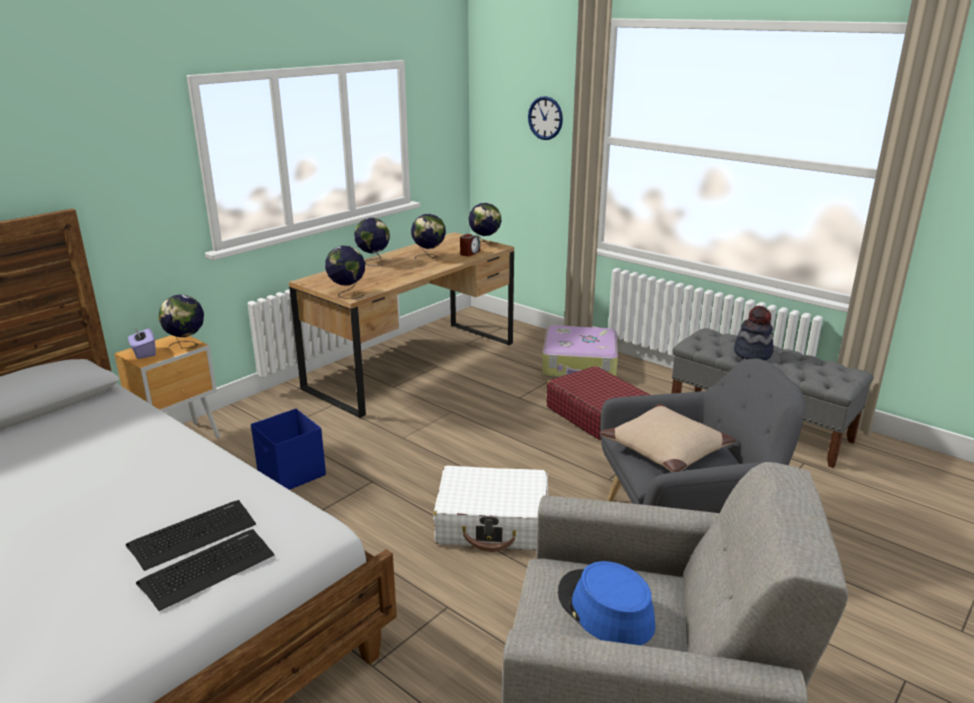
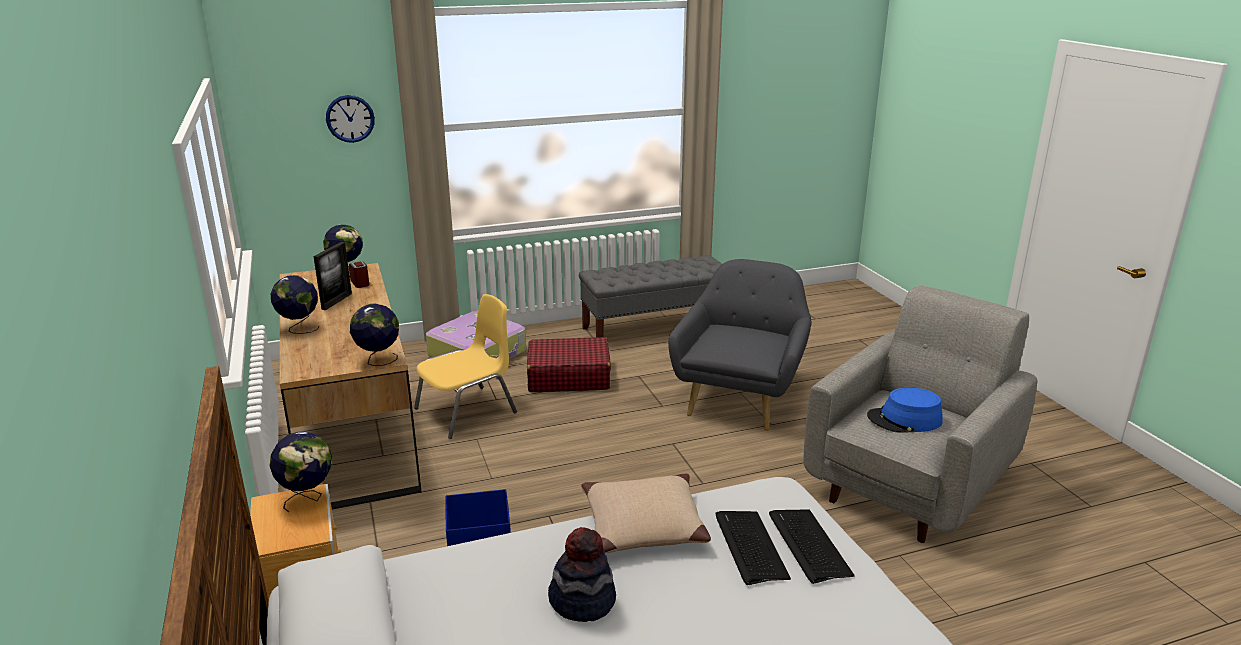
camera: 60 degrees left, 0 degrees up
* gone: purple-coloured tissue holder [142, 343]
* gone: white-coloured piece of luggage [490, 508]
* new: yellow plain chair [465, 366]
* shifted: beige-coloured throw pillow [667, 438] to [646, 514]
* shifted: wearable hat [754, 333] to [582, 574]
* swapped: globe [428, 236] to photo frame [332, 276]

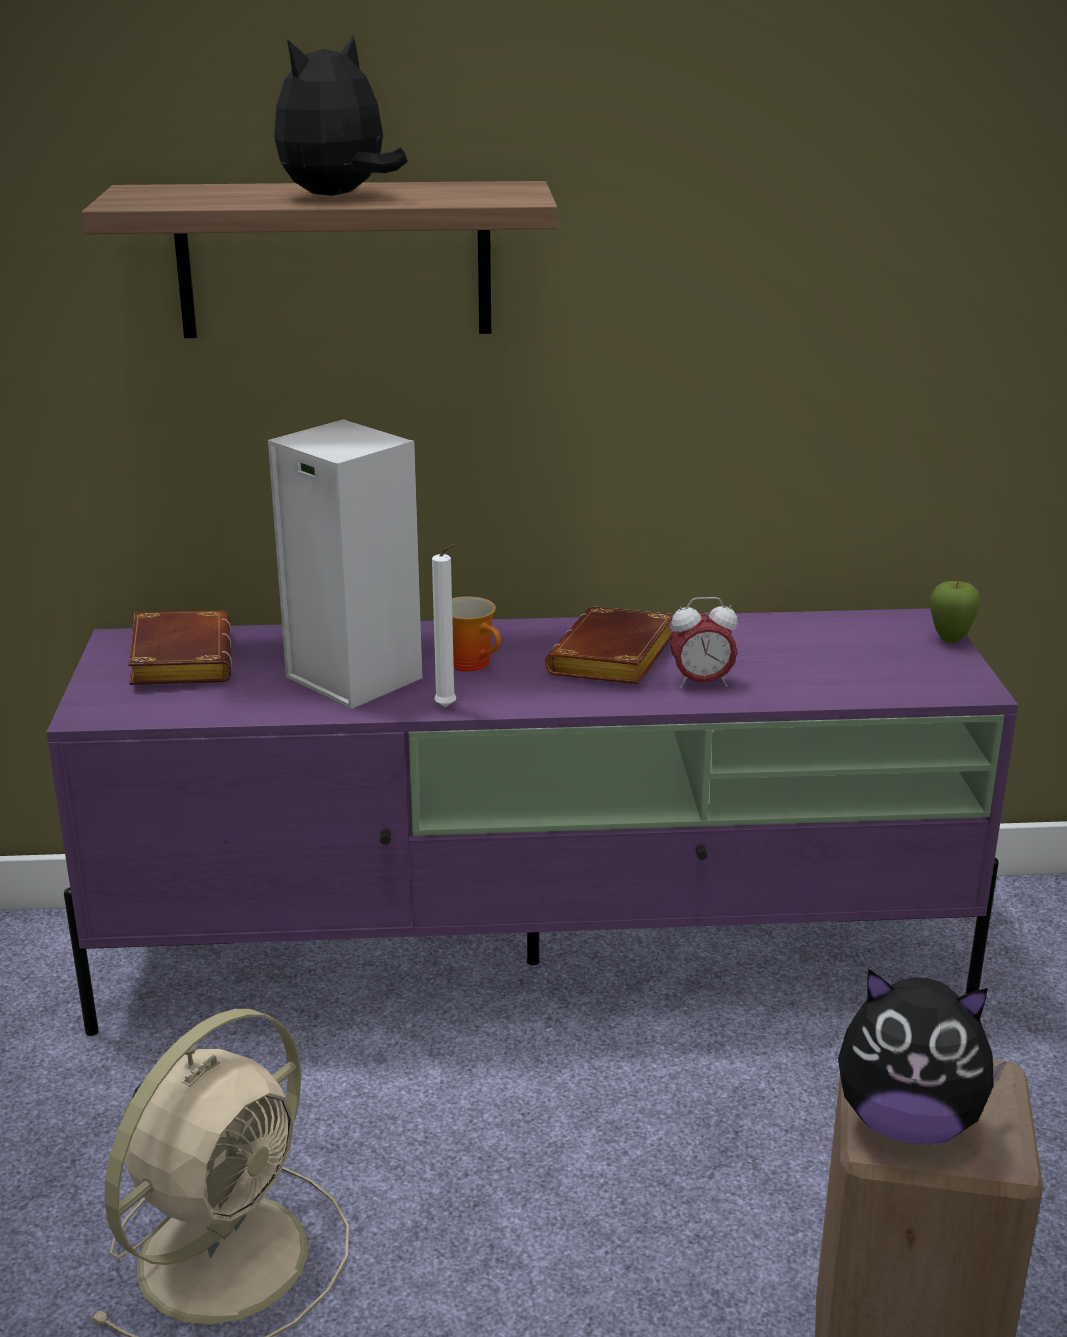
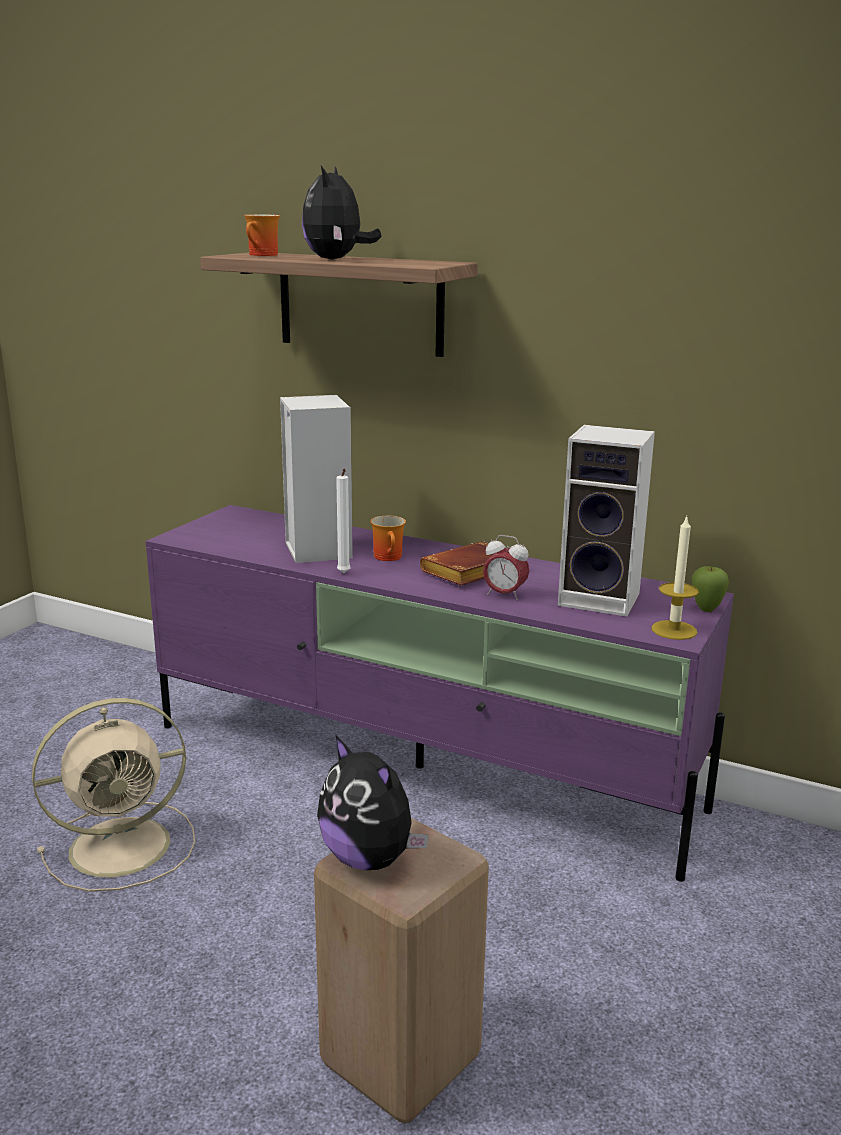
camera: 30 degrees right, 5 degrees down
* gone: brown-coloured book [180, 648]
* new: tea mug [262, 235]
* new: audio speaker [606, 521]
* new: candle [675, 578]
* rotated: cuddly toy [341, 115] = [342, 213] 60 degrees counterclockwise

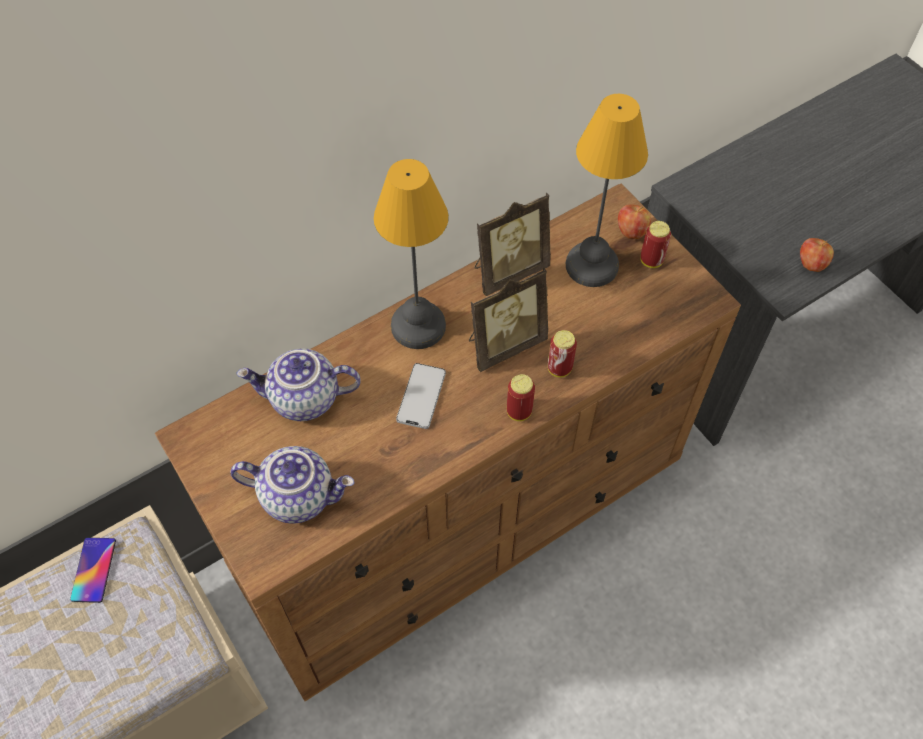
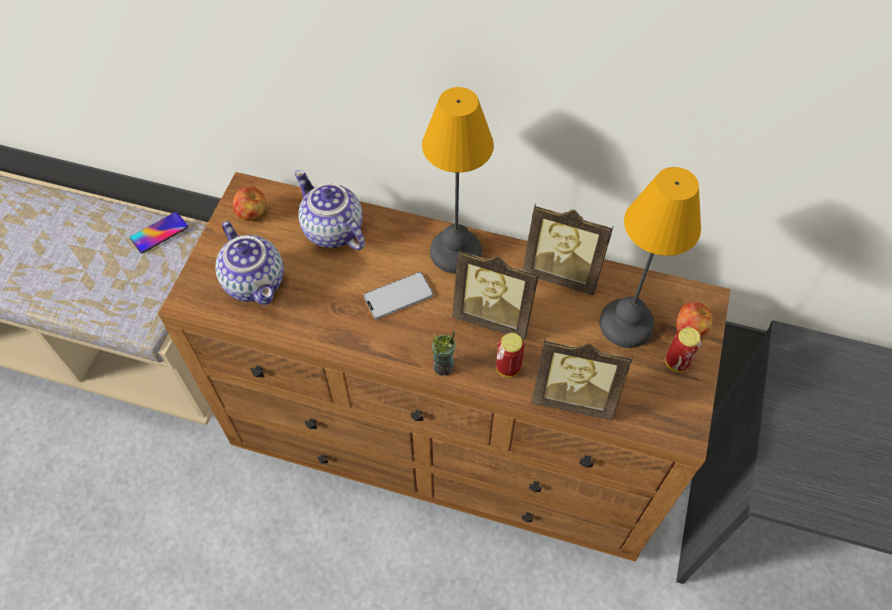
camera: 50 degrees right, 0 degrees up
* new: photo frame [582, 379]
* shifted: apple [817, 255] to [249, 204]
* swapped: can [521, 397] to drinking cup [444, 353]

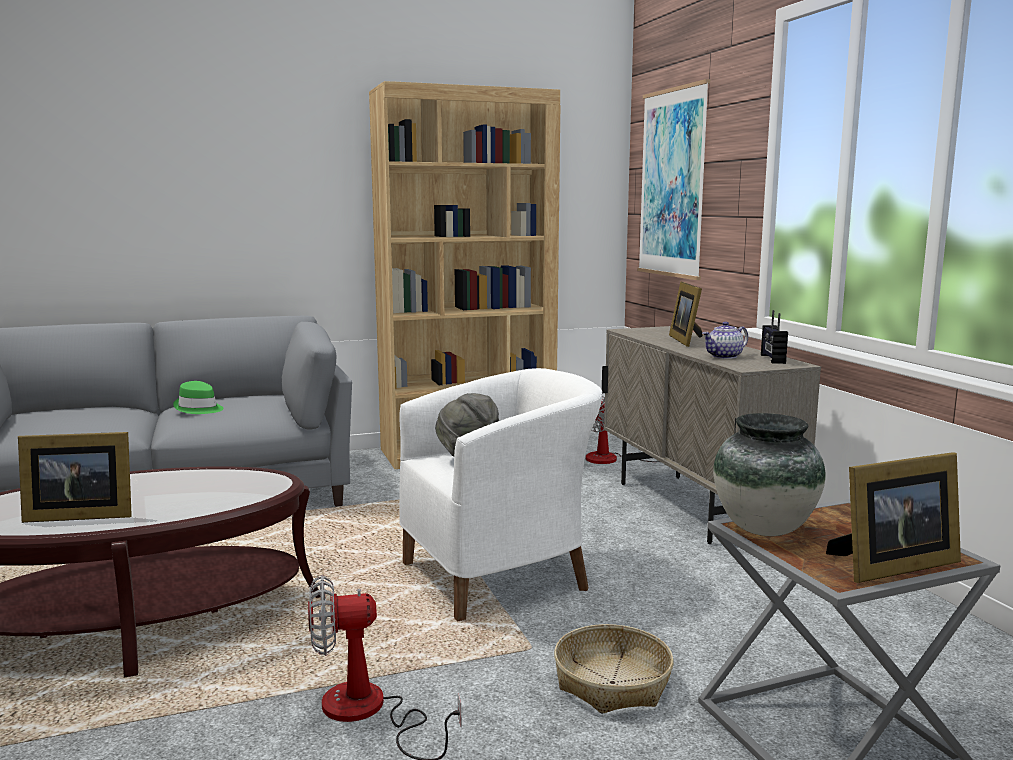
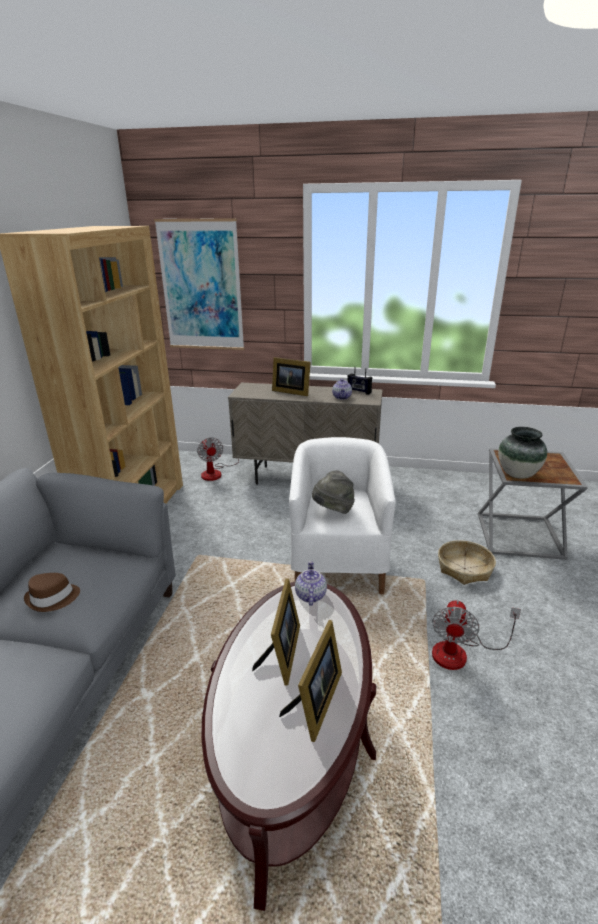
camera: 60 degrees left, 15 degrees up
* new: teapot [311, 583]
* shifted: photo frame [893, 517] to [276, 631]
* repainted: greenish wearable hat [198, 397] to brown-coloured wearable hat [52, 592]

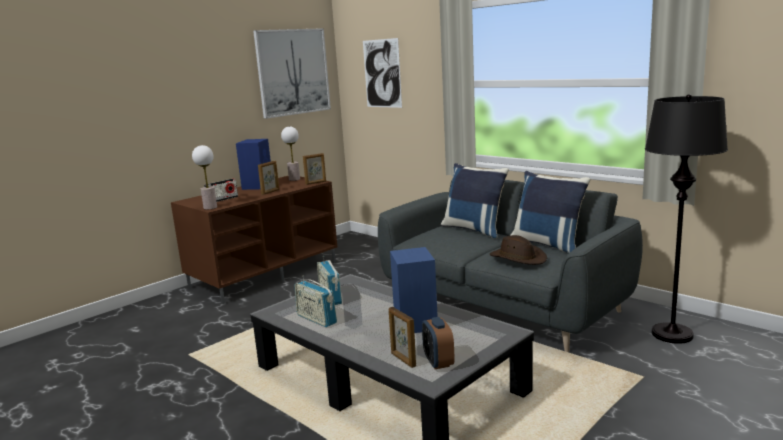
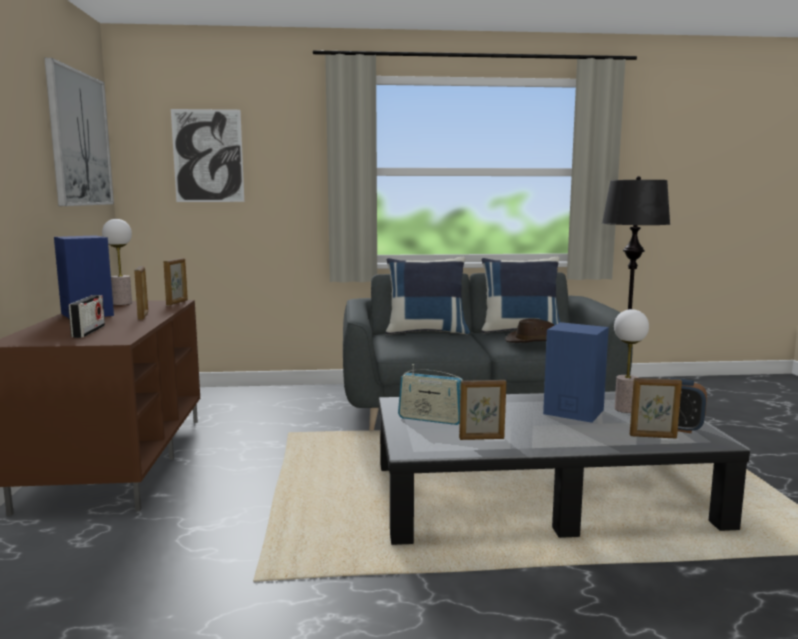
camera: 50 degrees left, 5 degrees down
* shifted: tabletop lamp [204, 177] to [631, 361]
* swapped: radio receiver [316, 301] to photo frame [482, 410]

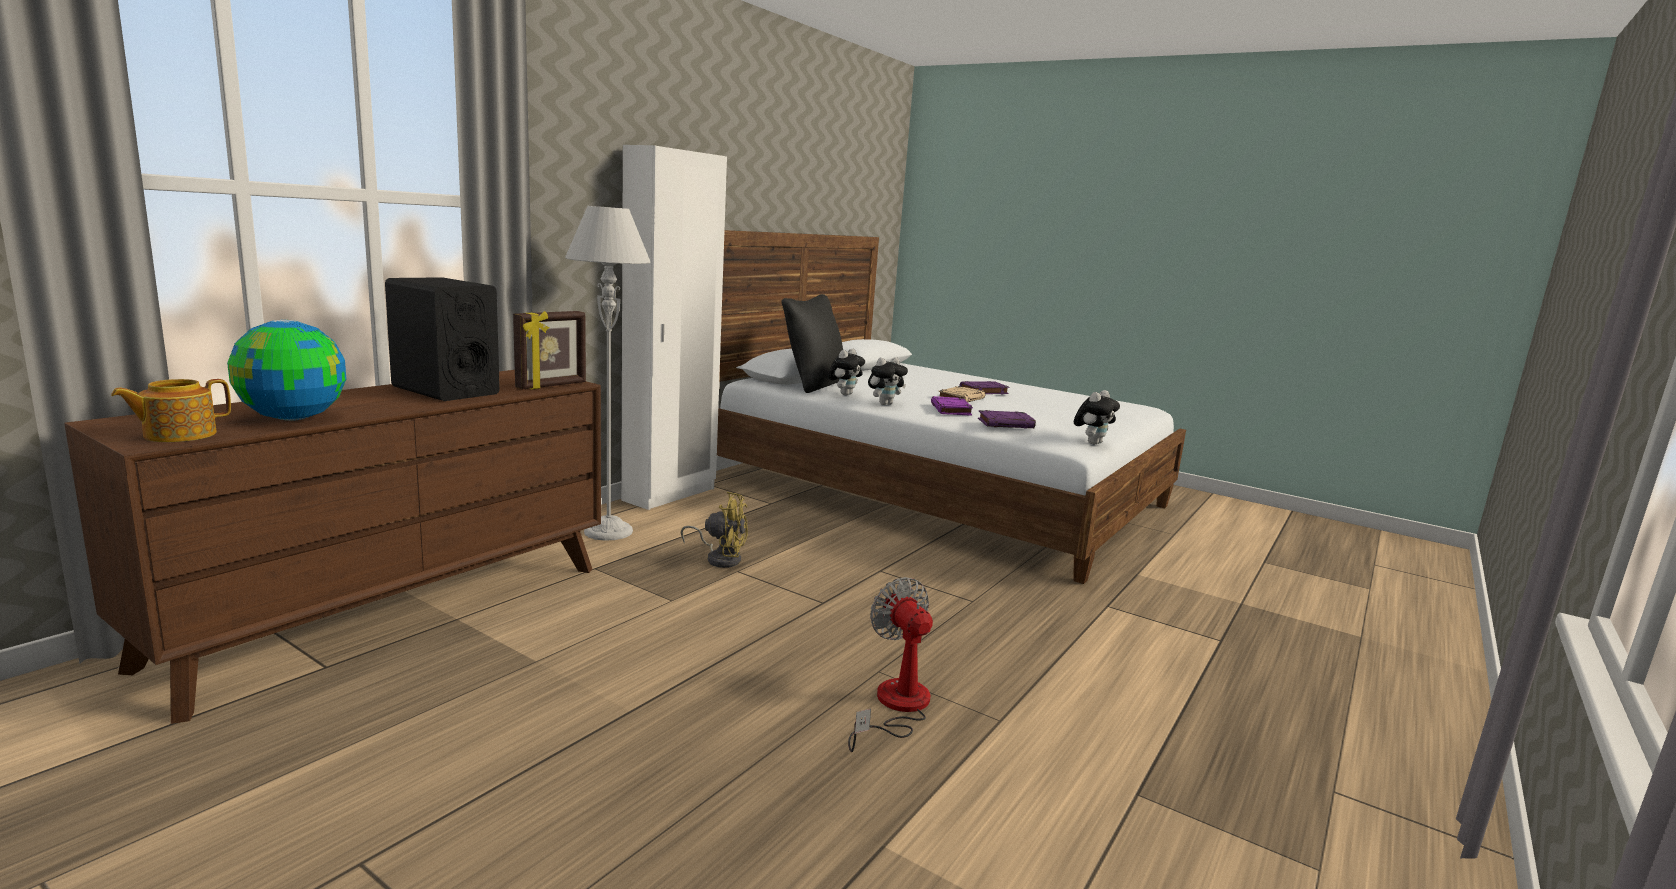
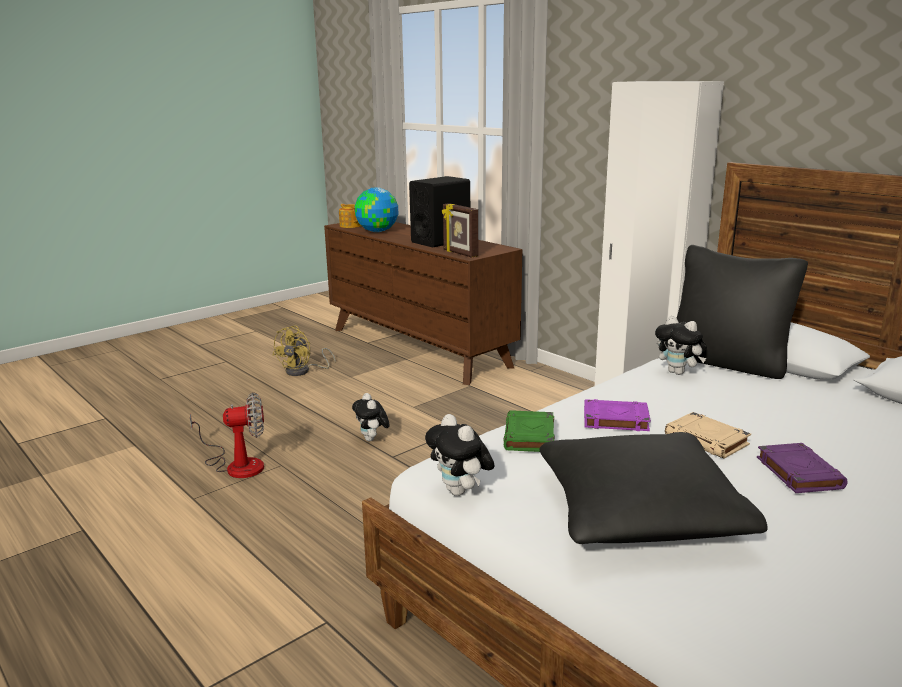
camera: 105 degrees right, 5 degrees up
* gone: grey standard lamp [608, 373]
* new: blackish throw pillow [654, 488]
* shifted: yellow electric fan [714, 530] to [304, 351]
* shifted: cuddly toy [888, 381] to [371, 417]
* repainted: purple-coloured book [1007, 419] to greenish book [529, 431]

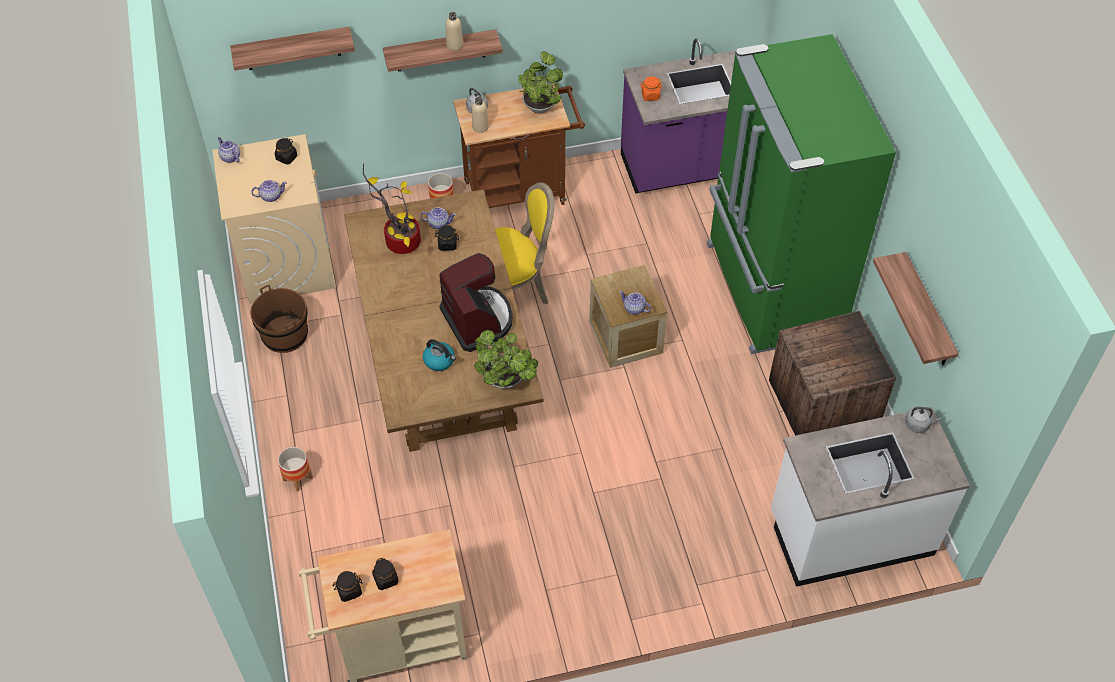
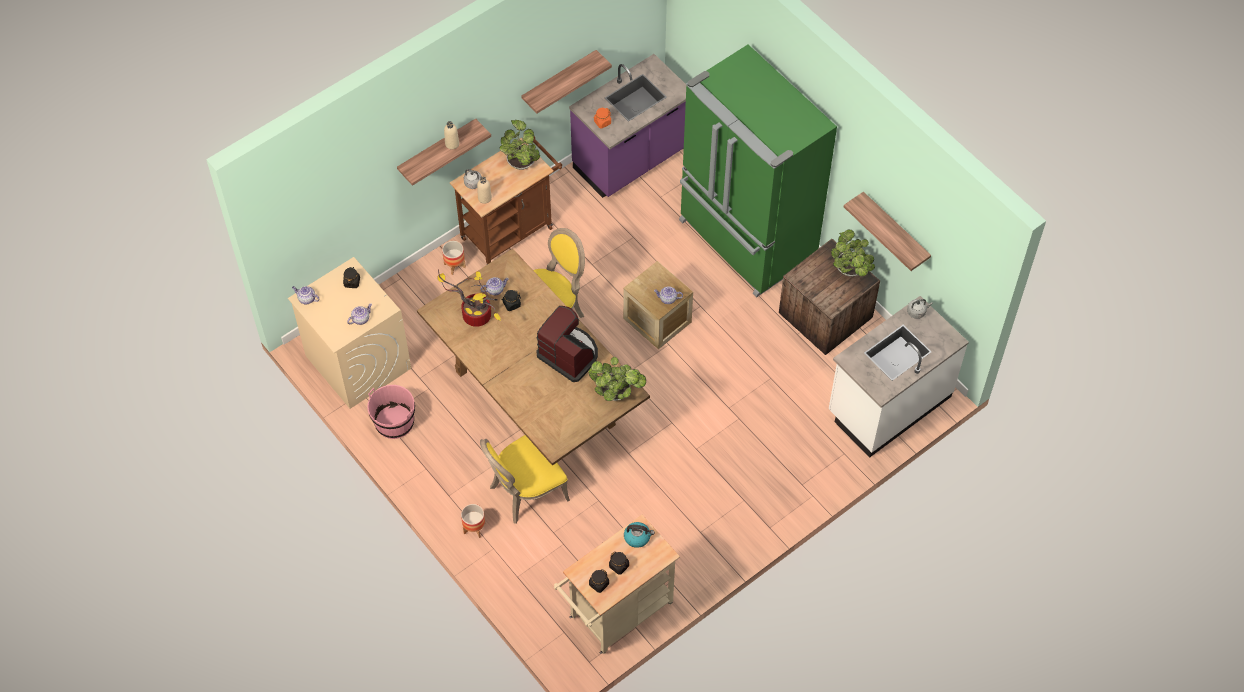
camera: 25 degrees left, 5 degrees up
* new: yellow plain chair [525, 479]
* new: plant in a pot [853, 252]
* shifted: shelf [292, 49] to [566, 81]
* shifted: kettle [439, 355] to [639, 535]
* repainted: brown-coloured bucket [279, 318] to pink bucket [391, 412]

